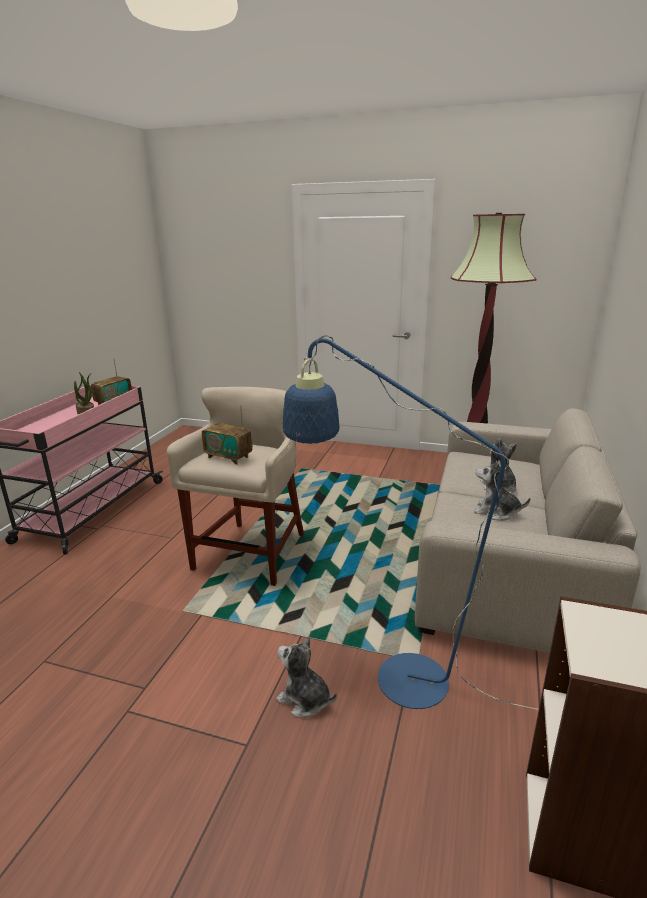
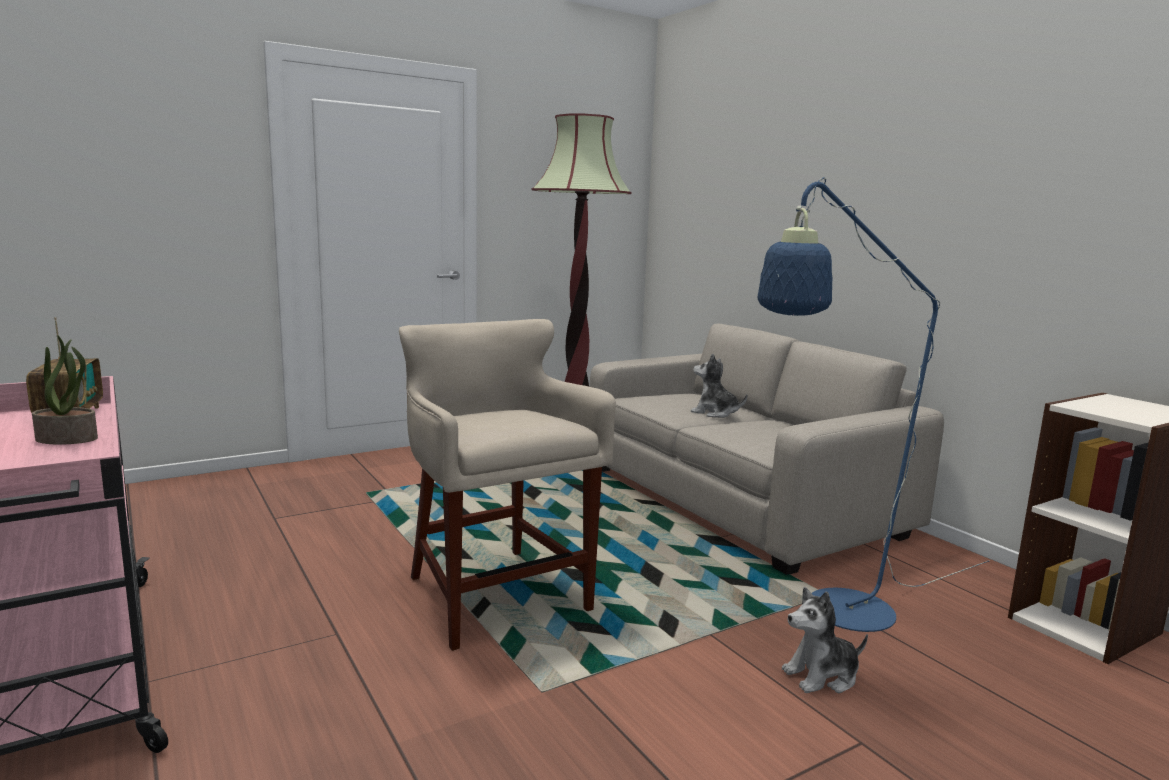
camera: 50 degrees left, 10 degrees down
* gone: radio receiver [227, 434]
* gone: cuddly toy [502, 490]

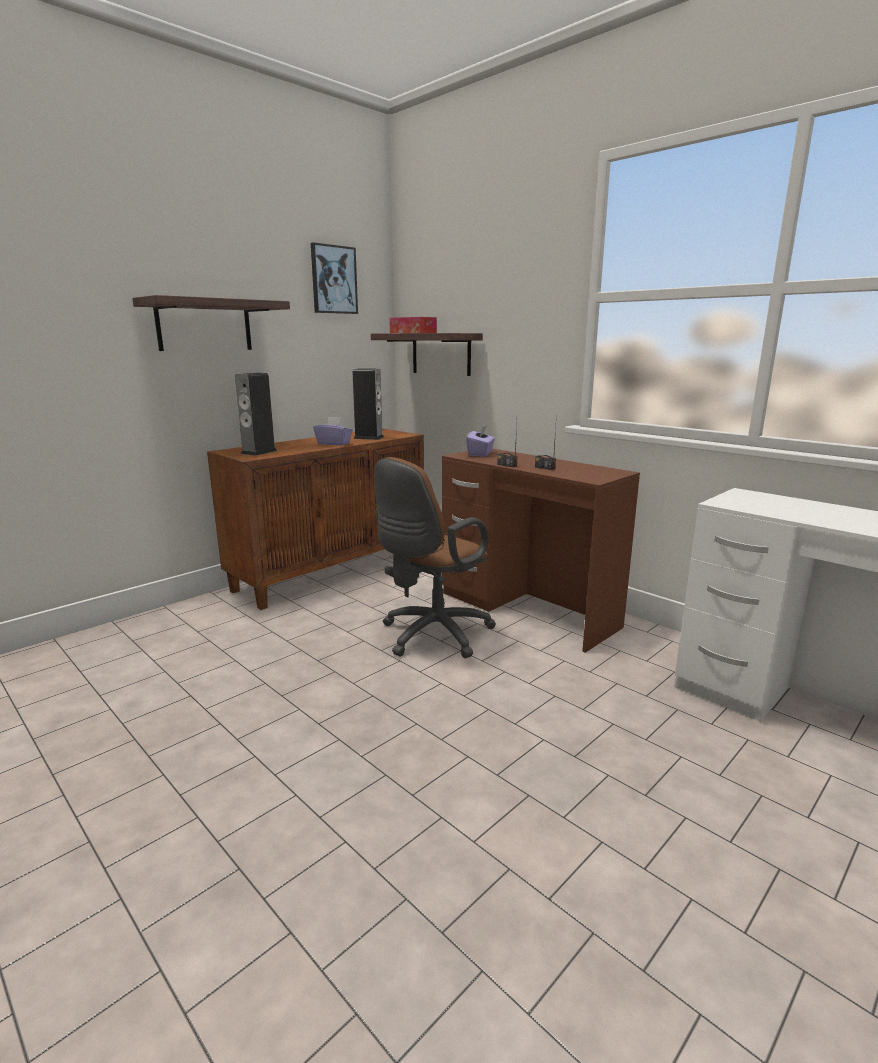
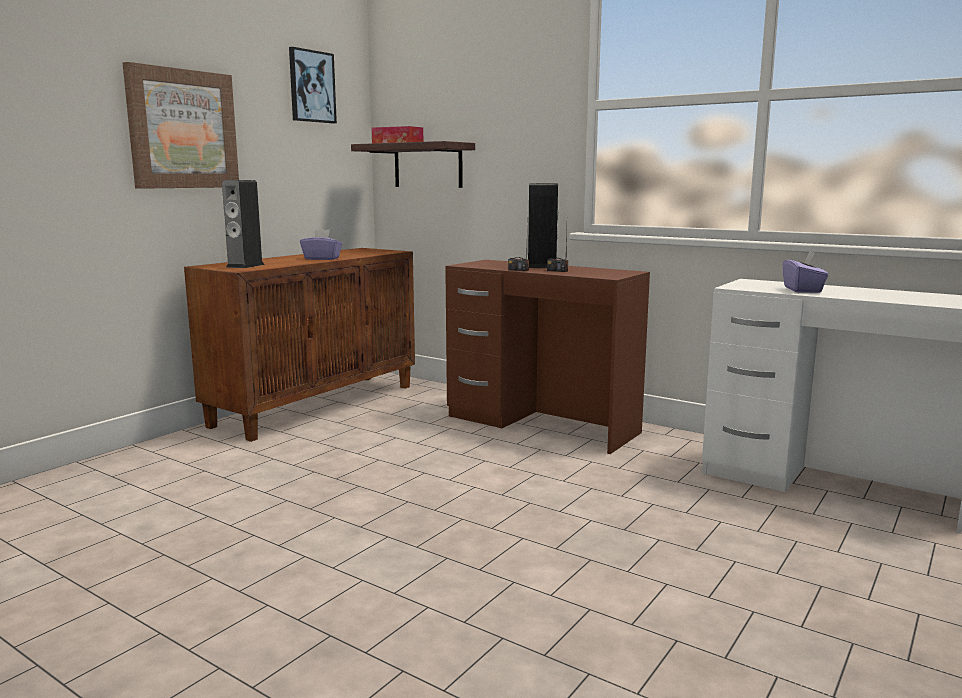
camera: 10 degrees left, 5 degrees down
* gone: brown-coloured desk chair [435, 557]
* shifted: audio speaker [368, 404] to [543, 225]
* shifted: purple-coloured tissue holder [480, 441] to [806, 272]
* swapped: shelf [211, 323] to picture [180, 125]

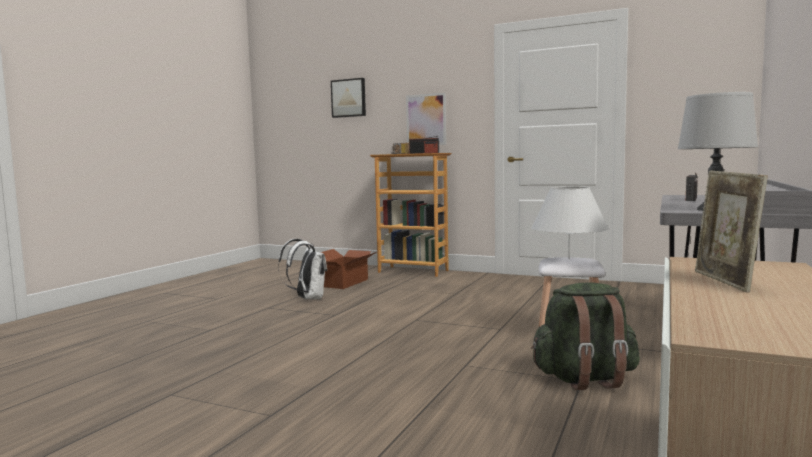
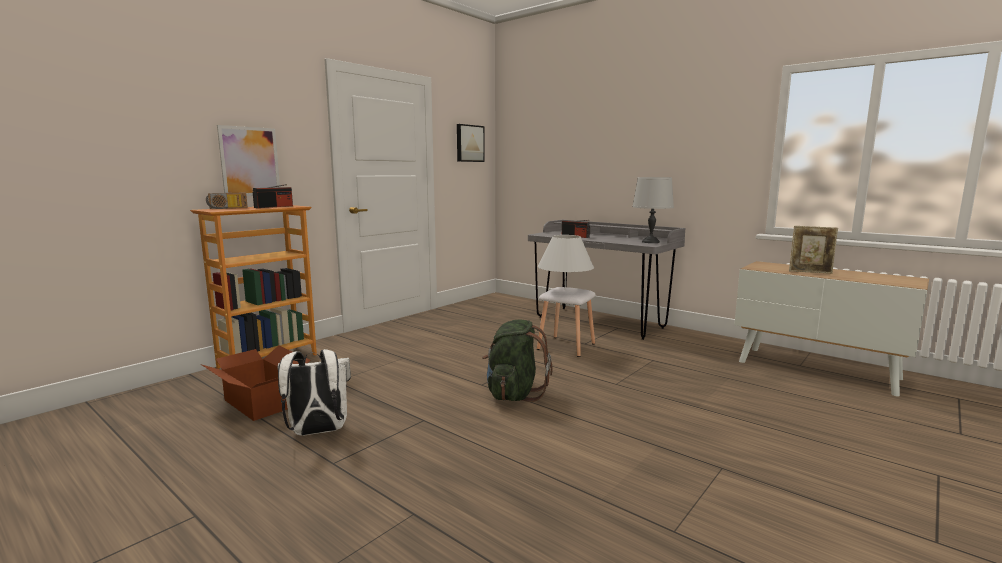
camera: 75 degrees left, 5 degrees up
* shifted: picture [348, 98] to [471, 143]
* shifted: greenish backpack [585, 336] to [517, 361]

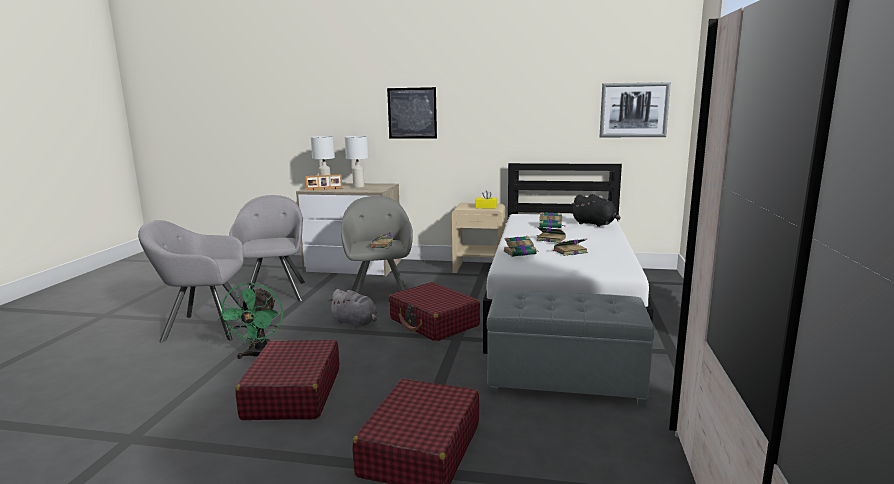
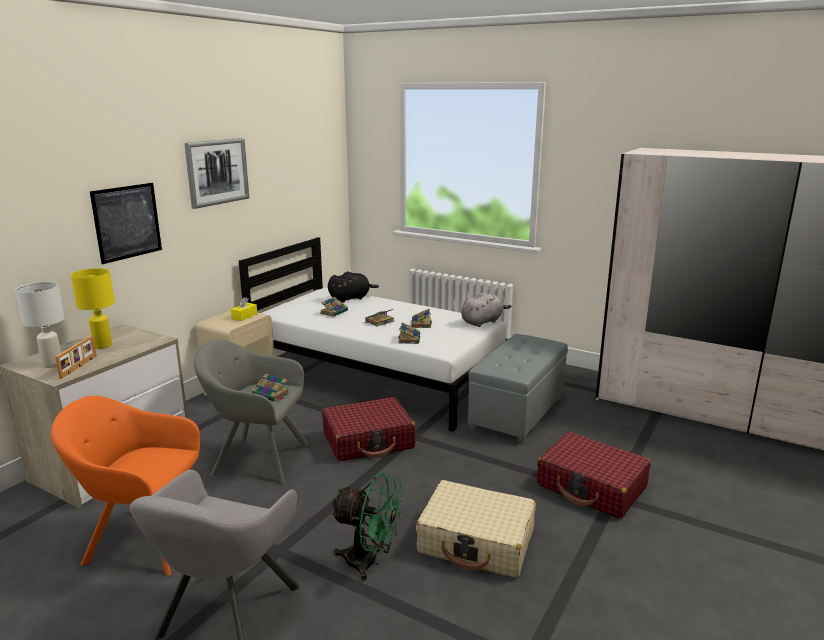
camera: 70 degrees left, 5 degrees up
* shifted: grey cuddly toy [352, 308] to [486, 310]
* shifted: picture [635, 109] to [216, 173]
* repainted: grey lounge chair [267, 248] to orange-coloured lounge chair [125, 486]
* repainted: red-coloured piece of luggage [287, 380] to beige-coloured piece of luggage [476, 529]
* repainted: white-coloured tabletop lamp [357, 162] to yellow tabletop lamp [93, 308]

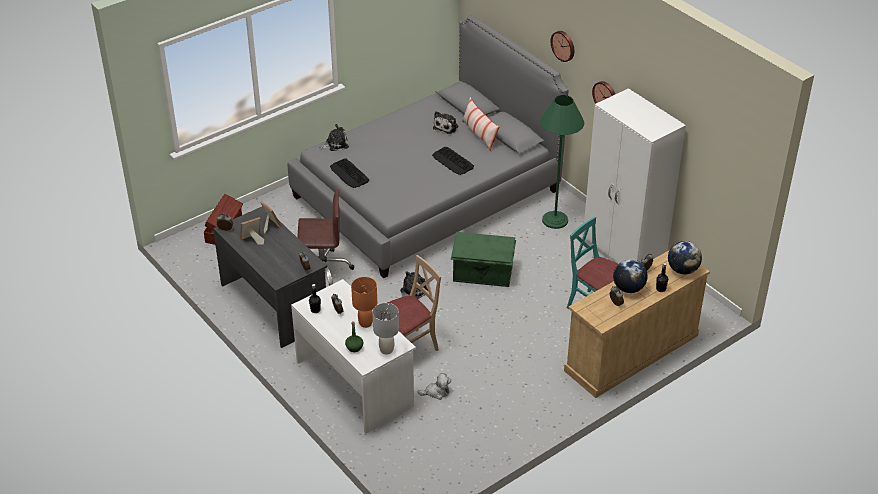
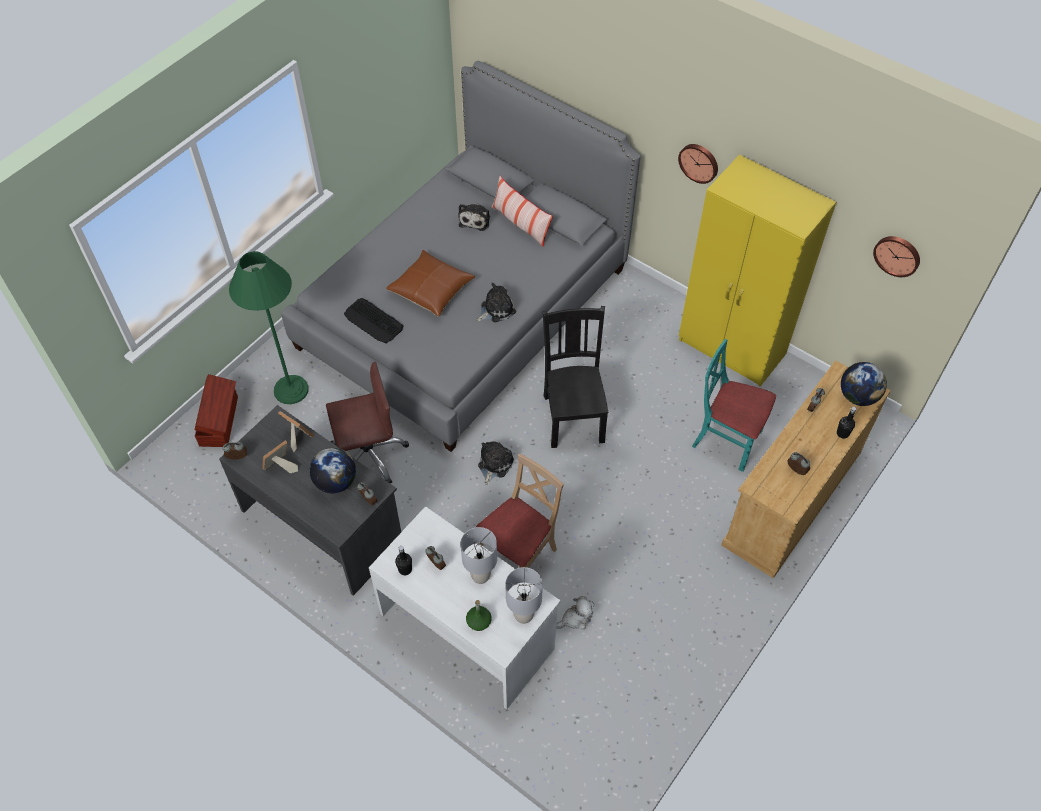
camera: 15 degrees left, 15 degrees up
* gone: computer keyboard [453, 161]
* new: brown-coloured throw pillow [430, 283]
* shifted: cuddly toy [334, 137] to [496, 302]
* shifted: greenish standard lamp [562, 162] to [269, 327]
* shifted: clock on the wall [562, 46] to [896, 256]
* shifted: globe [630, 276] to [332, 470]
* swapped: greenish storage bin [483, 259] to blackish plain chair [575, 377]
* repainted: orange-coloured tabletop lamp [364, 302] to grey tabletop lamp [479, 555]
* repainted: white-coloured armoire [634, 176] to yellow armoire [757, 270]

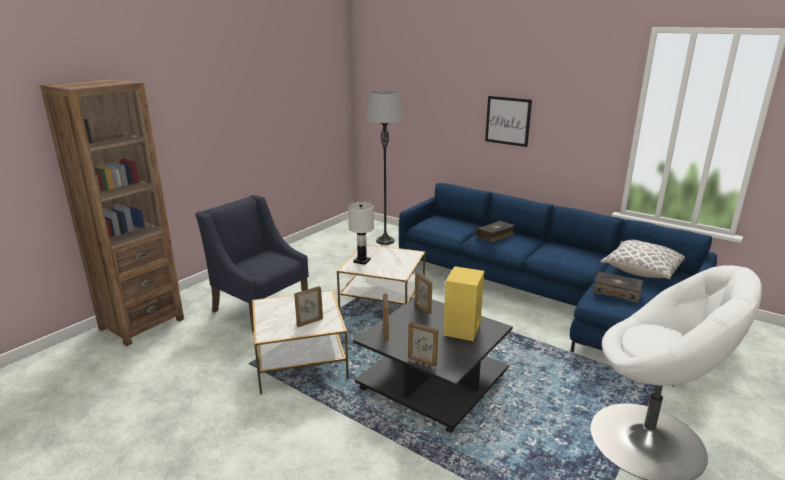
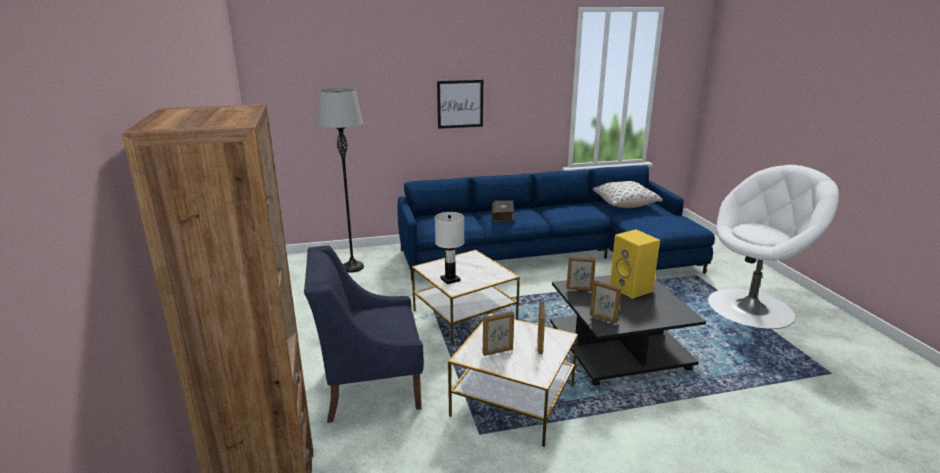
camera: 50 degrees left, 0 degrees up
* gone: book [618, 287]
* shifted: photo frame [423, 344] to [498, 333]

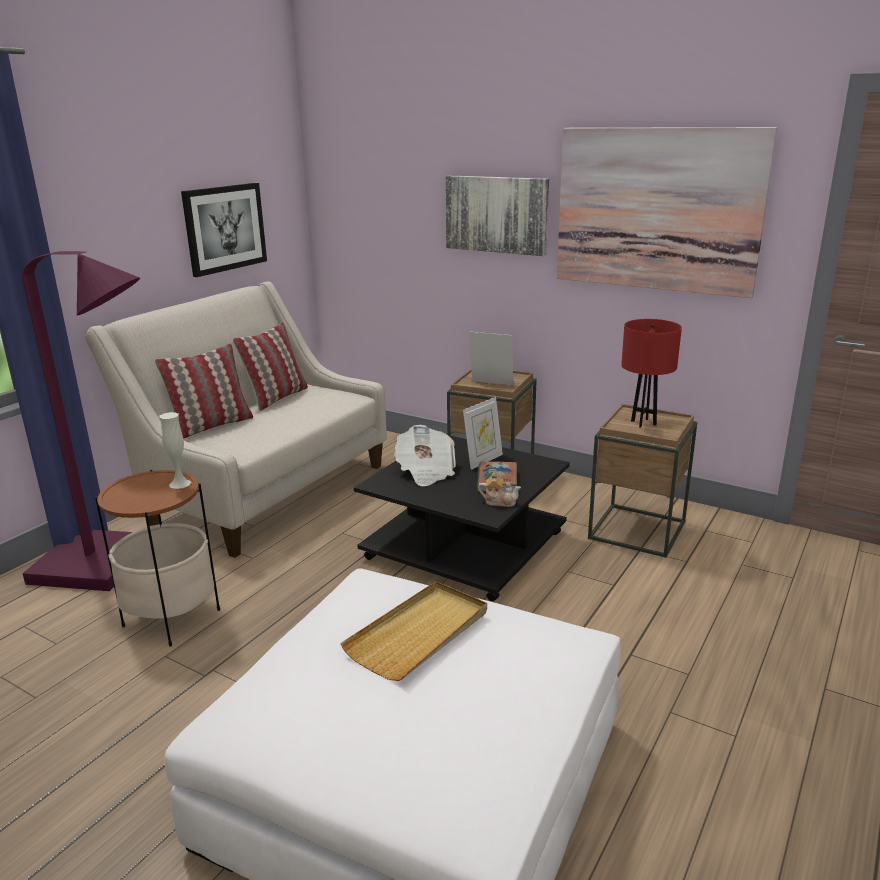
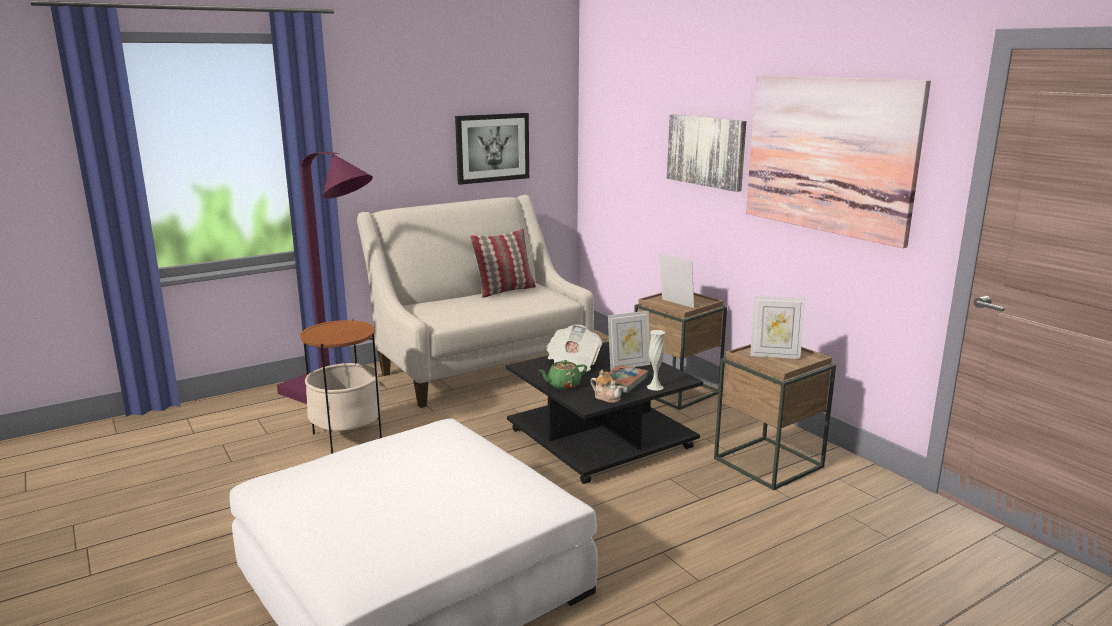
camera: 25 degrees right, 5 degrees down
* gone: throw pillow [204, 391]
* gone: beige-coloured carrying tray [413, 631]
* new: greenish teapot [562, 374]
* shifted: white-coloured flower vase [175, 450] to [656, 360]
* swapped: red-coloured tabletop lamp [651, 373] to photo frame [777, 327]

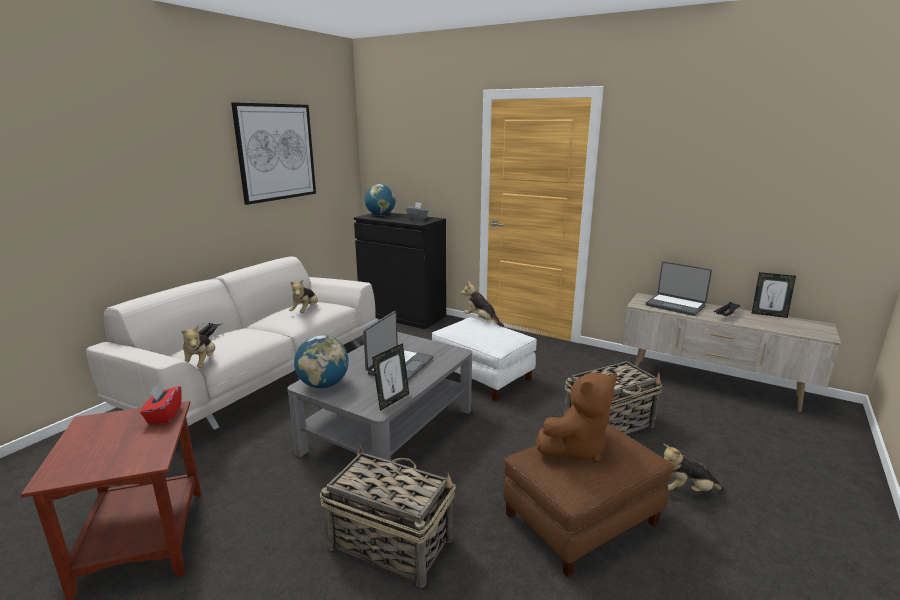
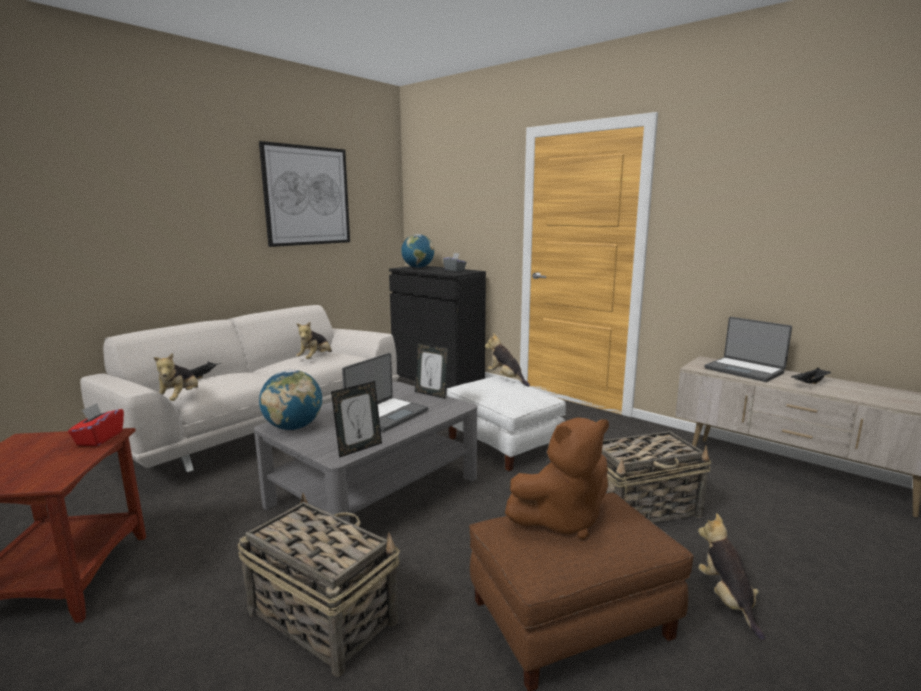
camera: 10 degrees right, 5 degrees down
* shifted: photo frame [773, 295] to [432, 371]
* rotated: cuddly toy [694, 467] = [731, 577] 75 degrees clockwise

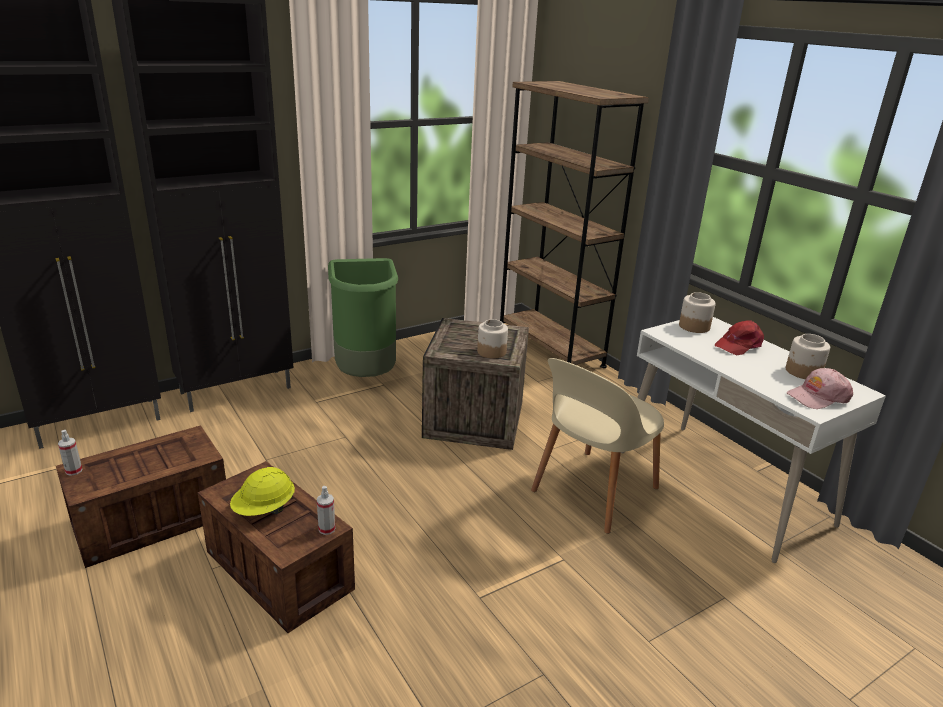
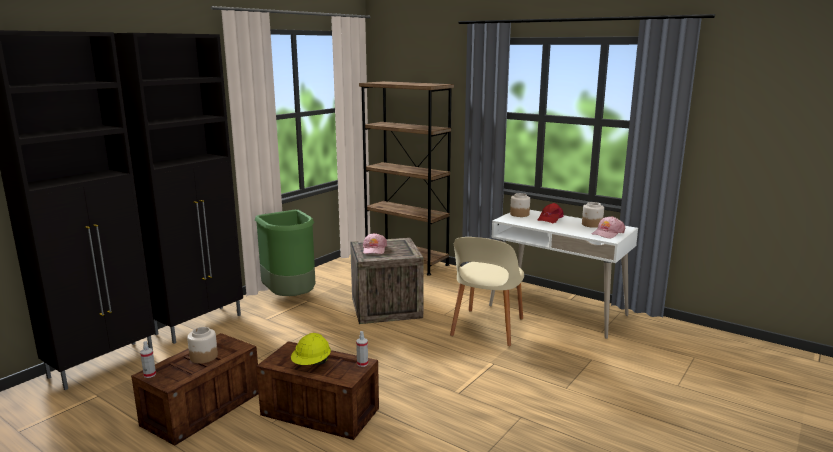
camera: 20 degrees left, 10 degrees down
* new: pink peaked cap [375, 243]
* shifted: storage jar [492, 339] to [202, 345]

